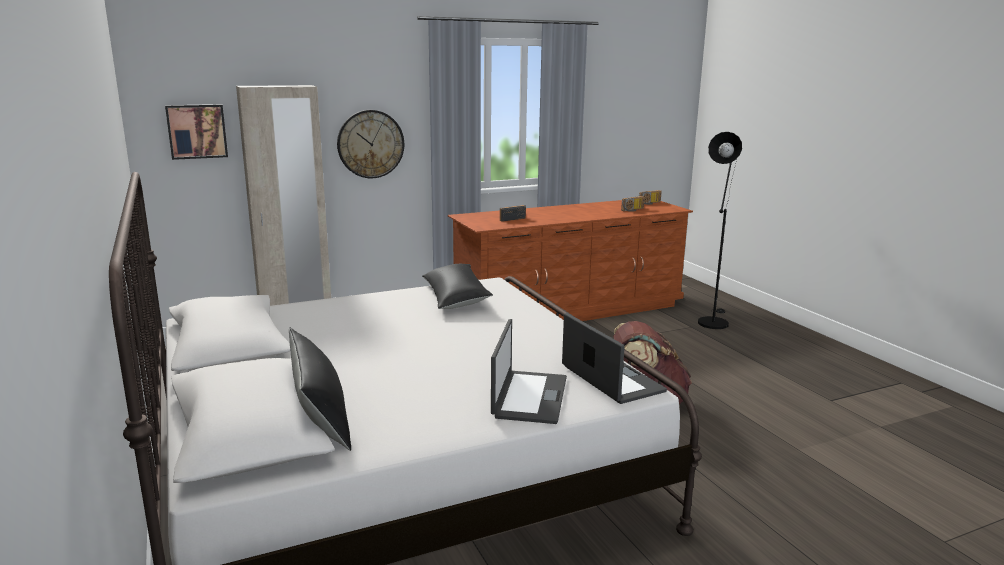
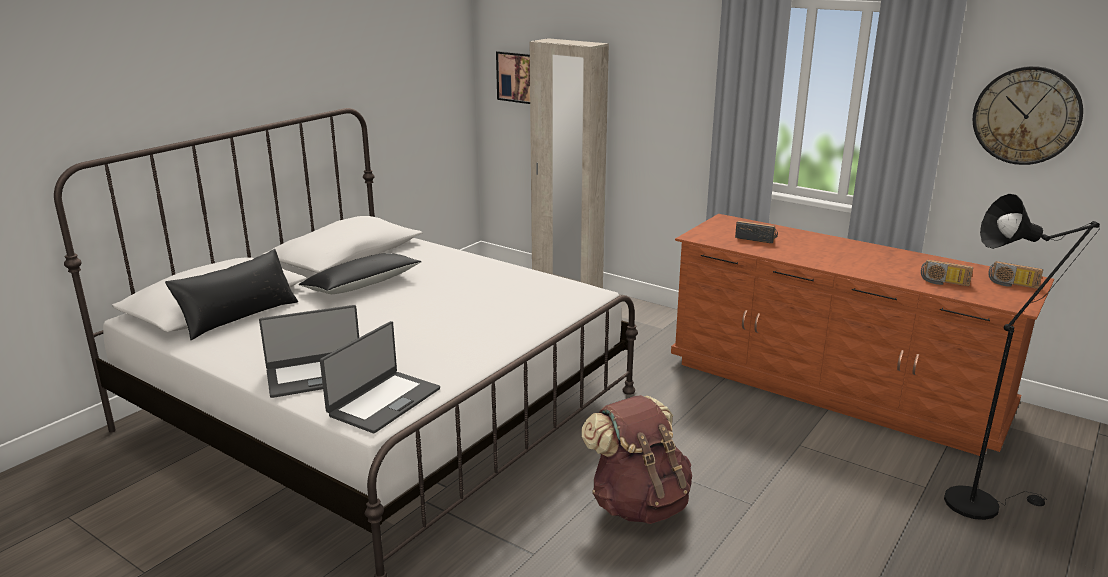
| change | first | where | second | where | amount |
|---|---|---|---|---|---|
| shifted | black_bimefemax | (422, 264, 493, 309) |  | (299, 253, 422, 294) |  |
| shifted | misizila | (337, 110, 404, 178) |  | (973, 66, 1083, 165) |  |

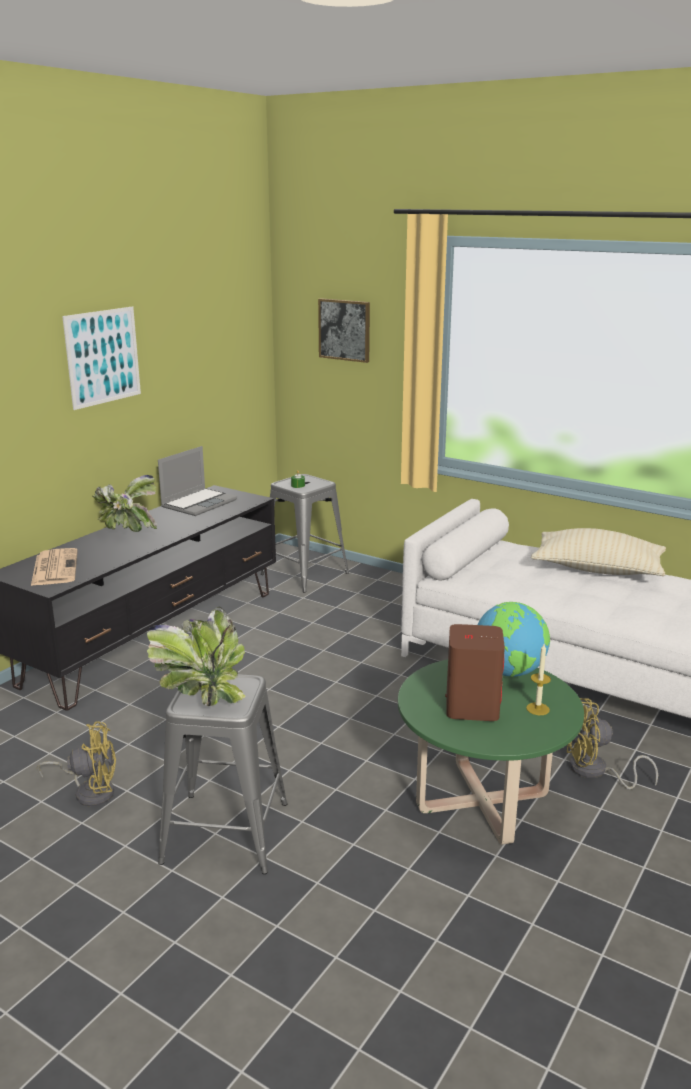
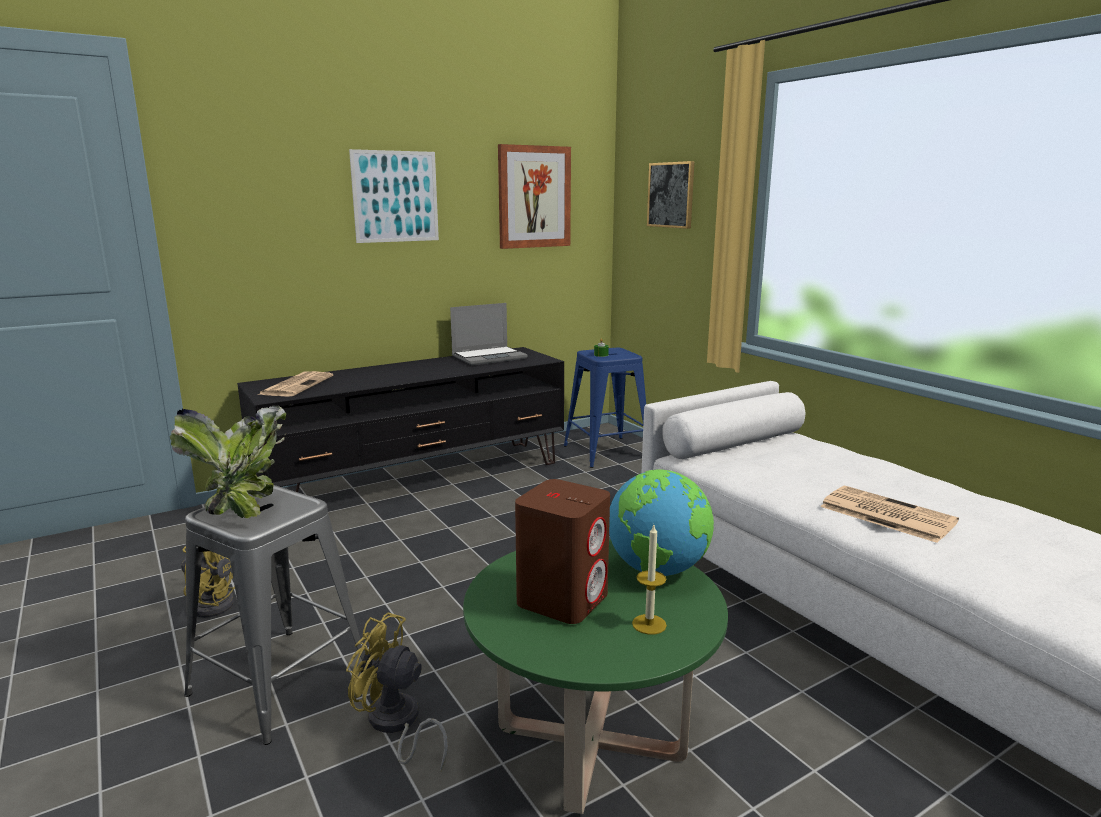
| change | first | where | second | where | amount |
|---|---|---|---|---|---|
| shifted | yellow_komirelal | (567, 698, 658, 789) |  | (346, 612, 448, 771) |  |
| new |  |  | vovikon | (498, 144, 571, 249) |  |
| repainted | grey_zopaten | (261, 474, 349, 593) | blue_zopaten | (564, 348, 646, 468) |  |
| new |  |  | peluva | (820, 486, 959, 543) |  |
| gone | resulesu | (93, 475, 157, 532) |  |  |  |
| gone | beige_bimefemax | (531, 528, 666, 576) |  |  |  |

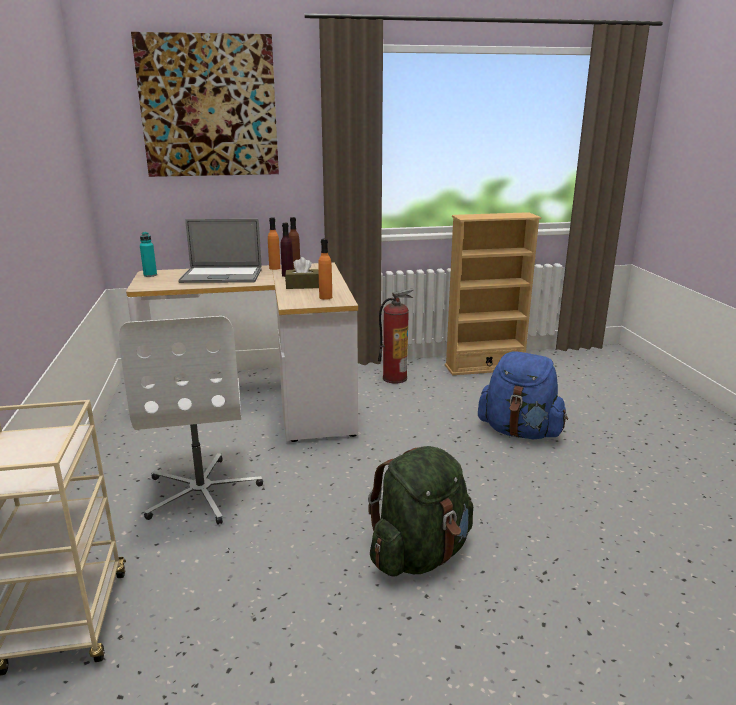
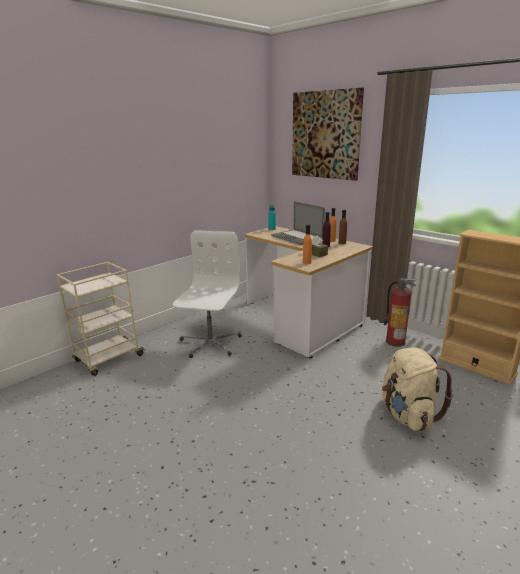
| change | first | where | second | where | amount |
|---|---|---|---|---|---|
| rotated | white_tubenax | (119, 316, 263, 525) |  | (173, 230, 242, 358) | 150 degrees clockwise |
| repainted | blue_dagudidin | (478, 351, 568, 439) | beige_dagudidin | (382, 347, 453, 431) |  |
| gone | green_dagudidin | (368, 446, 473, 577) |  |  |  |

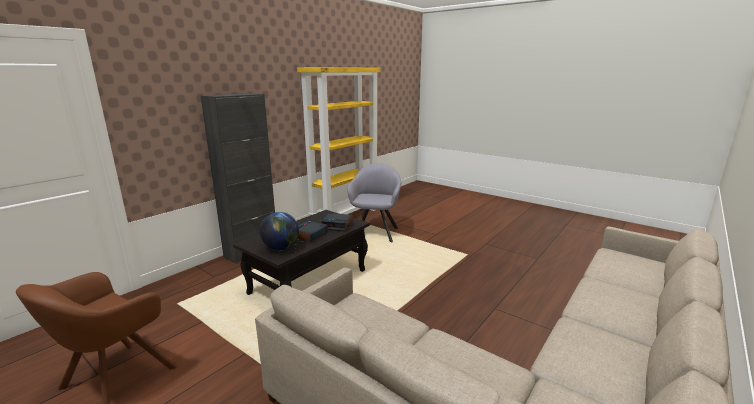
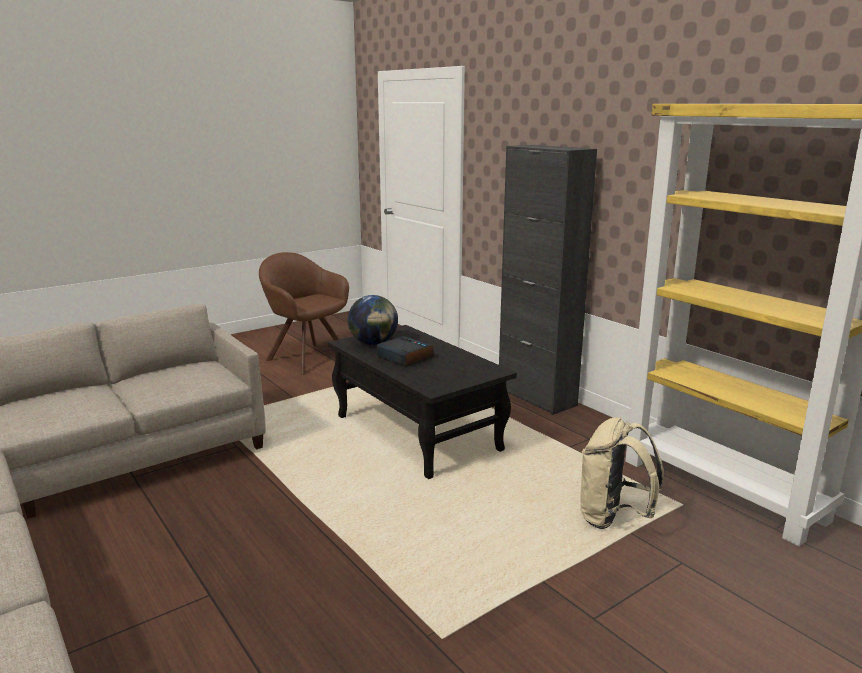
| change | first | where | second | where | amount |
|---|---|---|---|---|---|
| swapped | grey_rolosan | (347, 163, 401, 242) | beige_dagudidin | (580, 417, 664, 529) |  |
| gone | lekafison | (321, 213, 353, 231) |  |  |  |

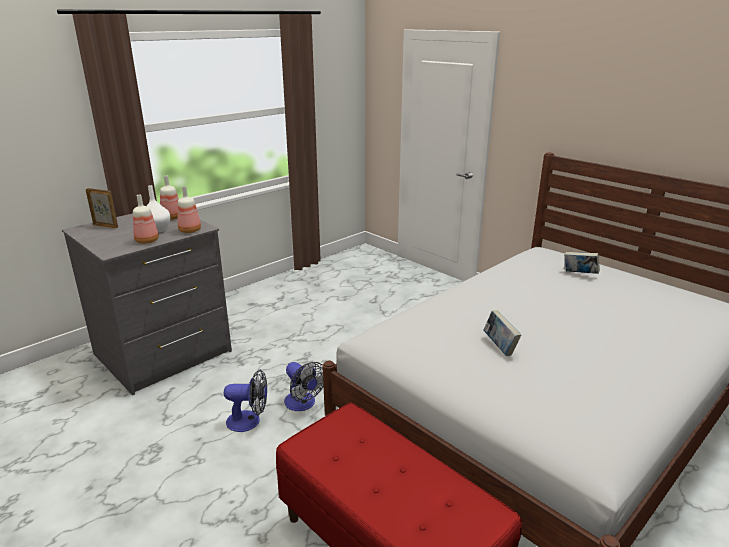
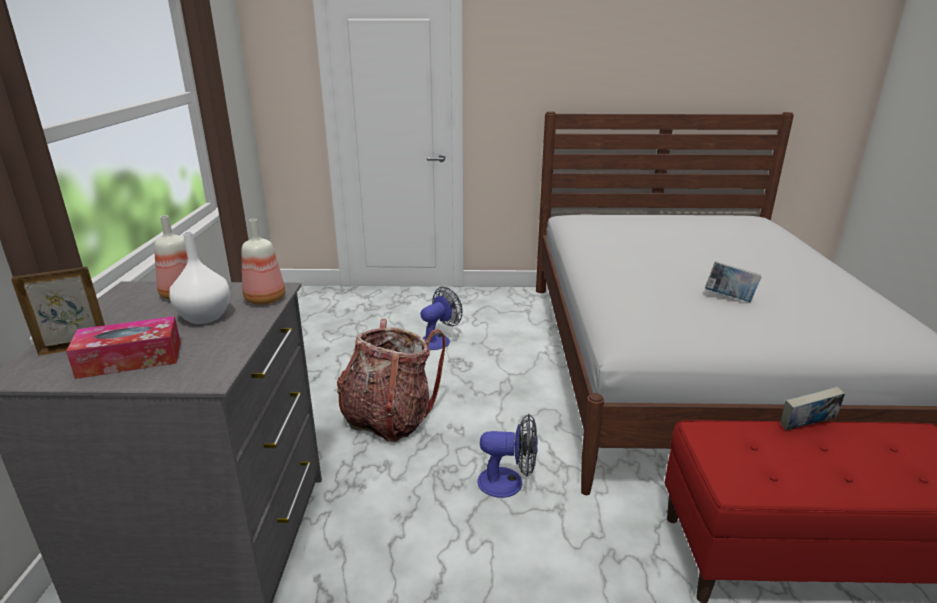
| change | first | where | second | where | amount |
|---|---|---|---|---|---|
| new |  |  | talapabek | (66, 316, 181, 379) |  |
| new |  |  | dagudidin | (337, 319, 446, 442) |  |
| shifted | komirelal | (224, 370, 267, 432) |  | (420, 287, 463, 350) |  |
| shifted | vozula | (564, 252, 600, 274) |  | (781, 386, 845, 431) |  |
| gone | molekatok | (133, 195, 159, 244) |  |  |  |

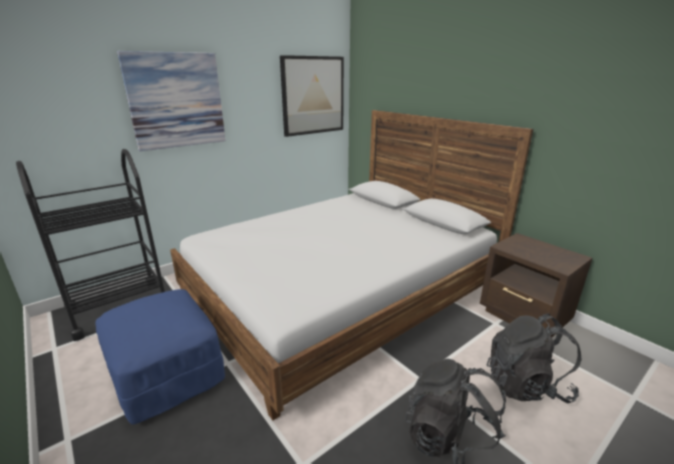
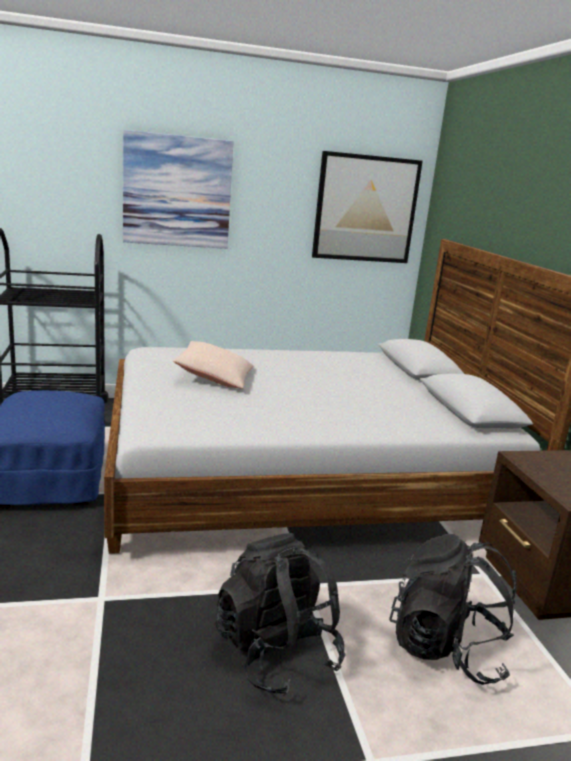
| change | first | where | second | where | amount |
|---|---|---|---|---|---|
| new |  |  | beige_bimefemax | (173, 341, 253, 389) |  |

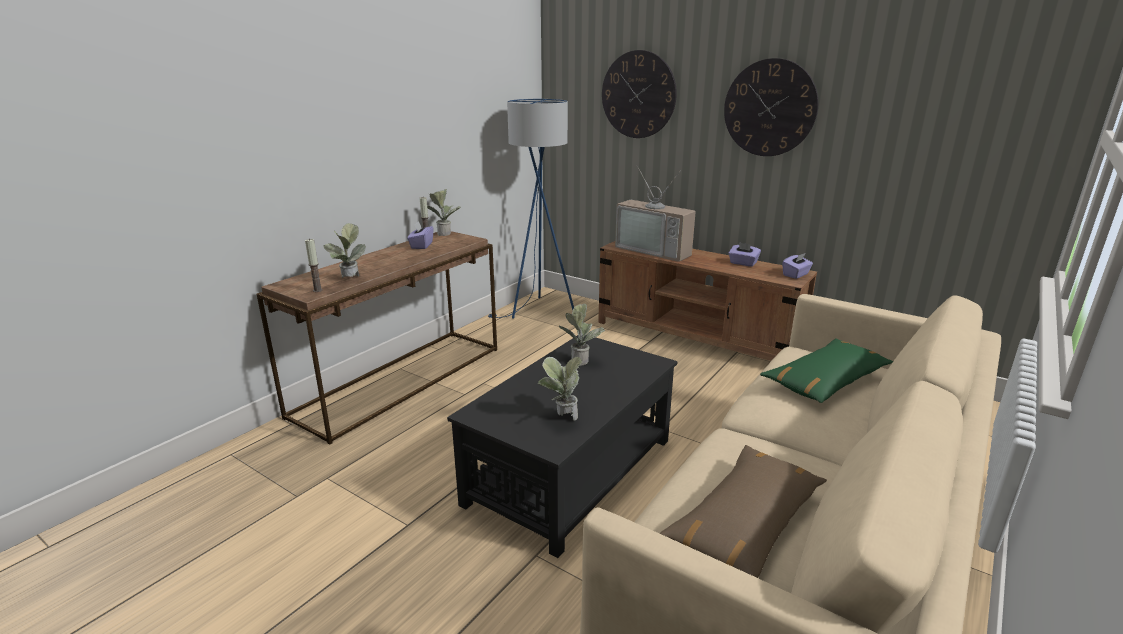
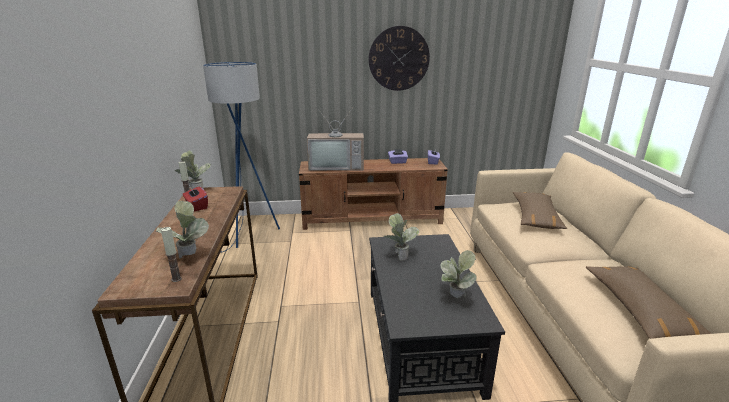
| change | first | where | second | where | amount |
|---|---|---|---|---|---|
| repainted | purple_talapabek | (407, 221, 433, 249) | red_talapabek | (183, 185, 208, 211) |  |
| repainted | green_bimefemax | (760, 339, 893, 403) | brown_bimefemax | (513, 192, 567, 229) |  |
| gone | misizila | (602, 50, 677, 138) |  |  |  |

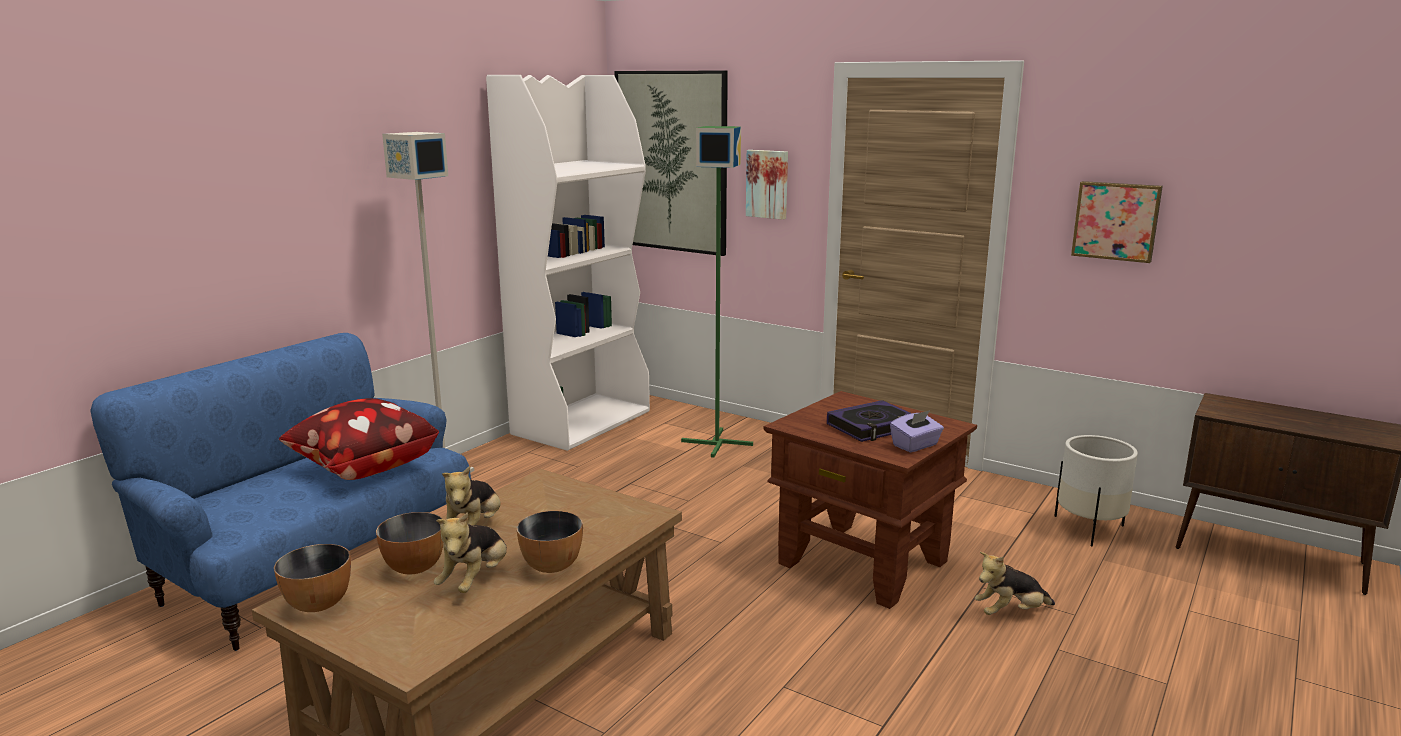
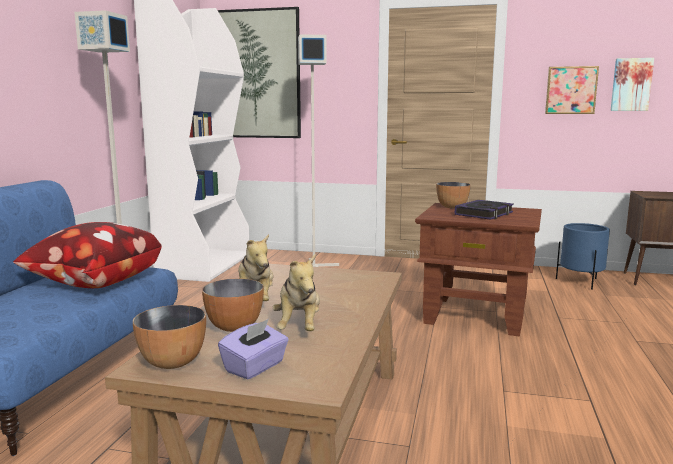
| change | first | where | second | where | amount |
|---|---|---|---|---|---|
| shifted | purple_talapabek | (890, 410, 944, 453) |  | (218, 319, 289, 379) |  |
| repainted | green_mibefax | (681, 126, 753, 458) | grey_mibefax | (298, 34, 339, 267) |  |
| shifted | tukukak | (517, 511, 583, 573) |  | (436, 182, 471, 208) |  |
| repainted | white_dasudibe | (1054, 435, 1138, 546) | blue_dasudibe | (556, 223, 610, 290) |  |
| shifted | vovikon | (746, 150, 788, 220) |  | (610, 58, 654, 111) |  |
| gone | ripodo | (975, 552, 1055, 615) |  |  |  |

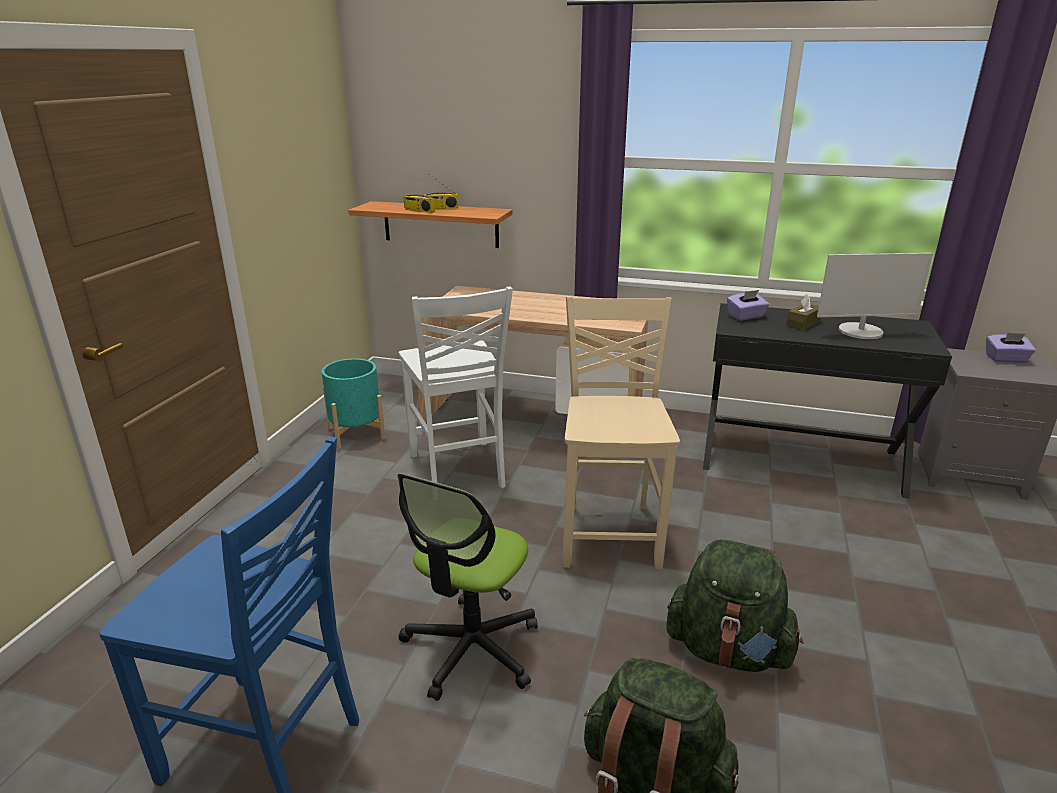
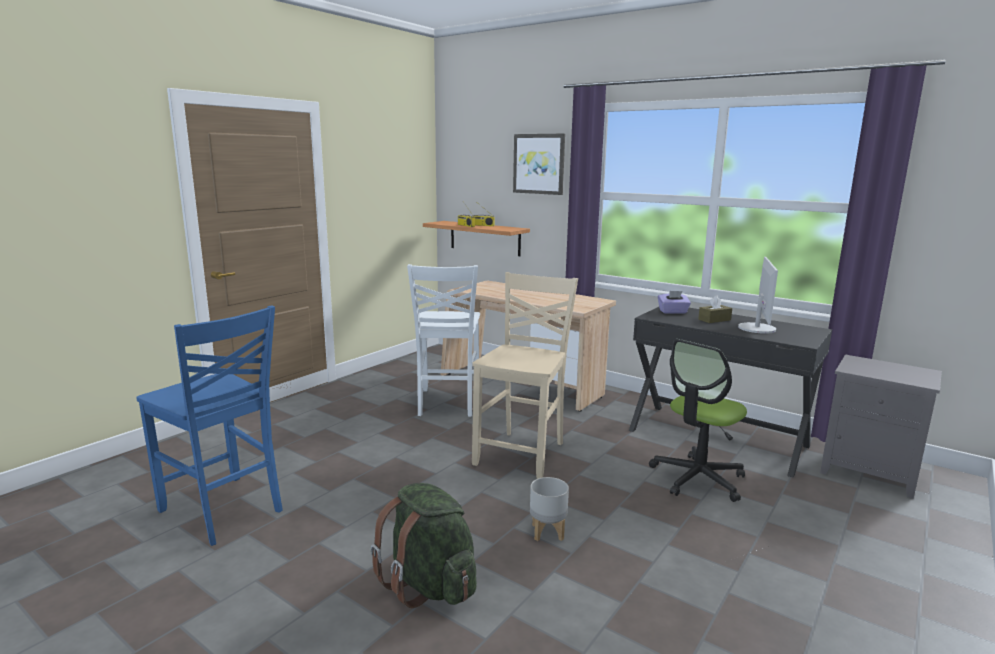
| change | first | where | second | where | amount |
|---|---|---|---|---|---|
| new |  |  | vovikon | (513, 134, 565, 195) |  |
| swapped | green_dagudidin | (667, 539, 803, 672) | grey_dasudibe | (530, 477, 569, 541) |  |
| shifted | tubenax | (398, 473, 538, 701) |  | (649, 339, 747, 502) |  |
| rotated | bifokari | (817, 253, 933, 339) |  | (738, 257, 778, 334) | 90 degrees counterclockwise |
| gone | turquoise_dasudibe | (322, 358, 385, 449) |  |  |  |
| gone | purple_talapabek | (986, 333, 1036, 363) |  |  |  |

